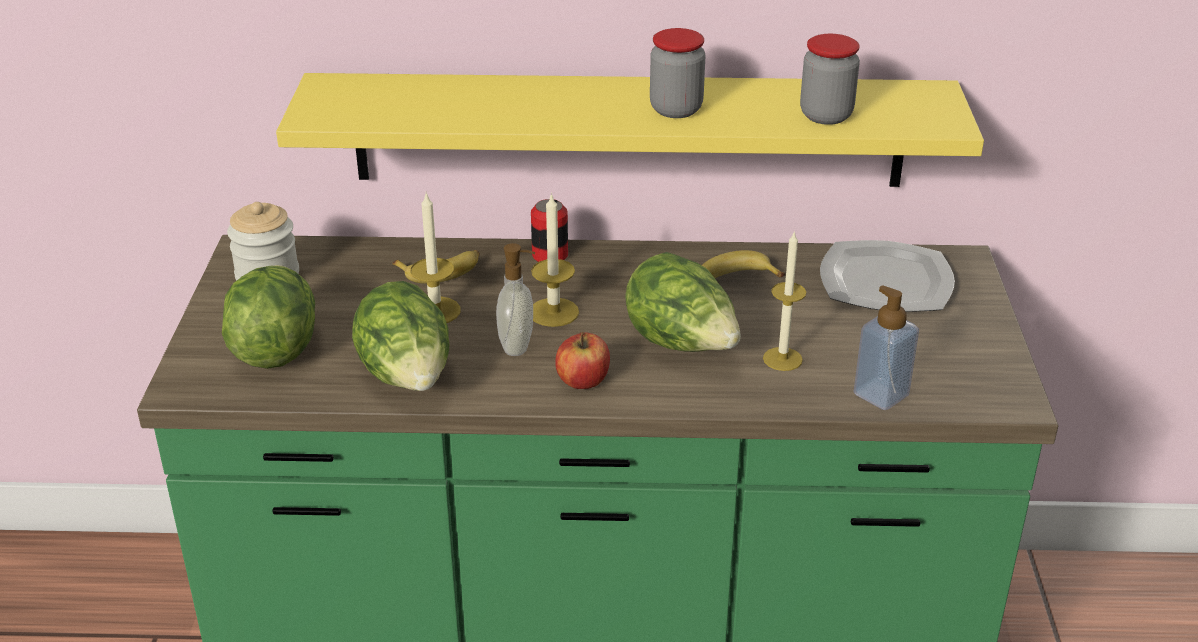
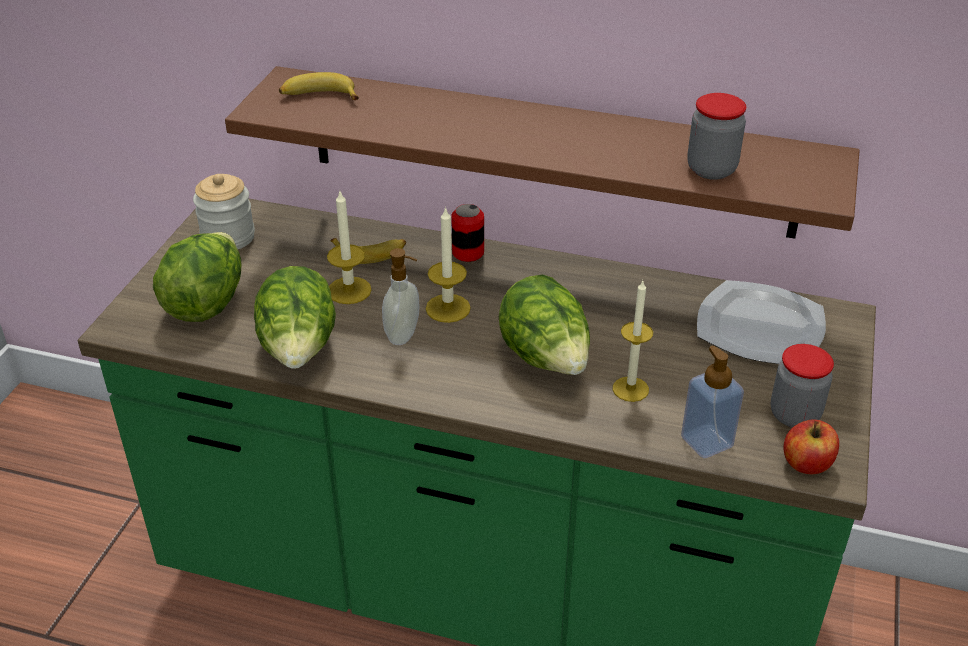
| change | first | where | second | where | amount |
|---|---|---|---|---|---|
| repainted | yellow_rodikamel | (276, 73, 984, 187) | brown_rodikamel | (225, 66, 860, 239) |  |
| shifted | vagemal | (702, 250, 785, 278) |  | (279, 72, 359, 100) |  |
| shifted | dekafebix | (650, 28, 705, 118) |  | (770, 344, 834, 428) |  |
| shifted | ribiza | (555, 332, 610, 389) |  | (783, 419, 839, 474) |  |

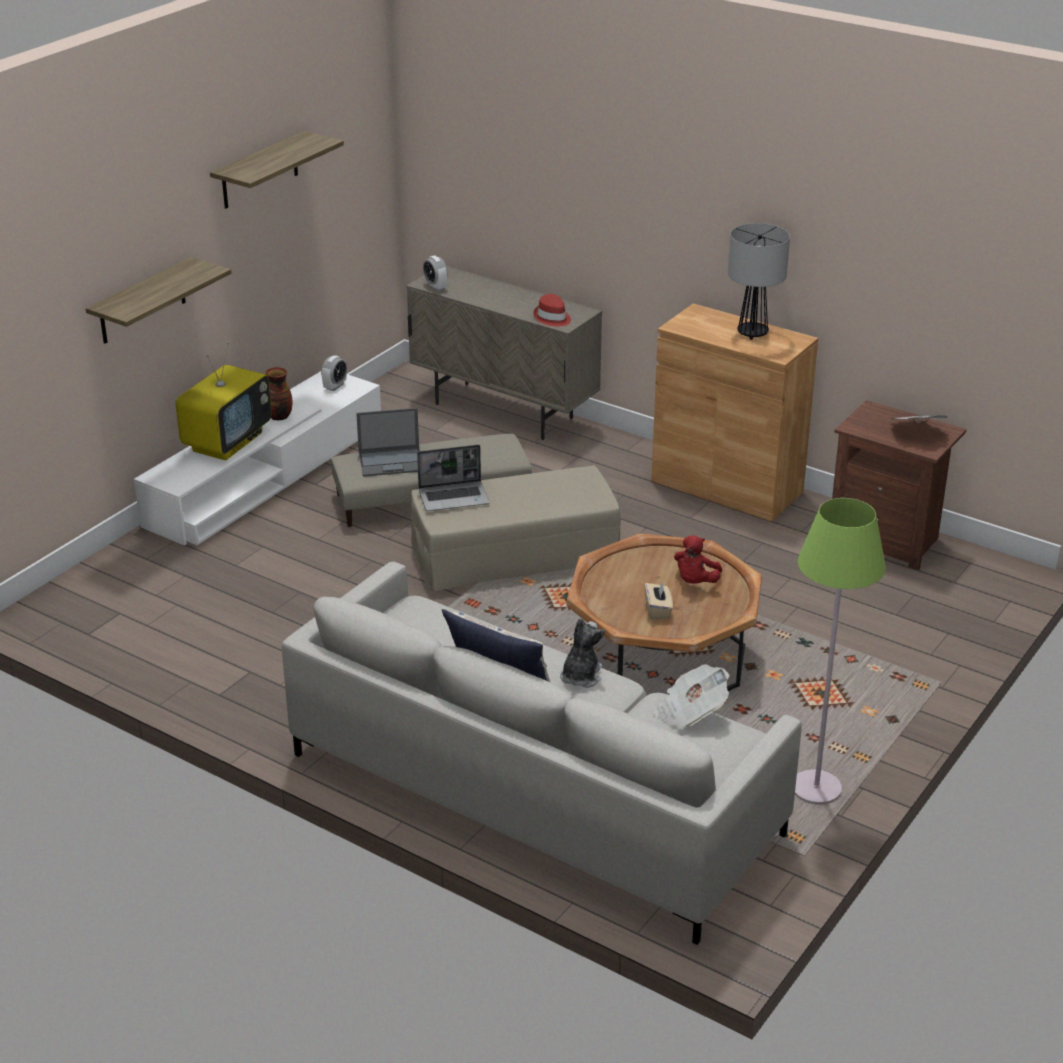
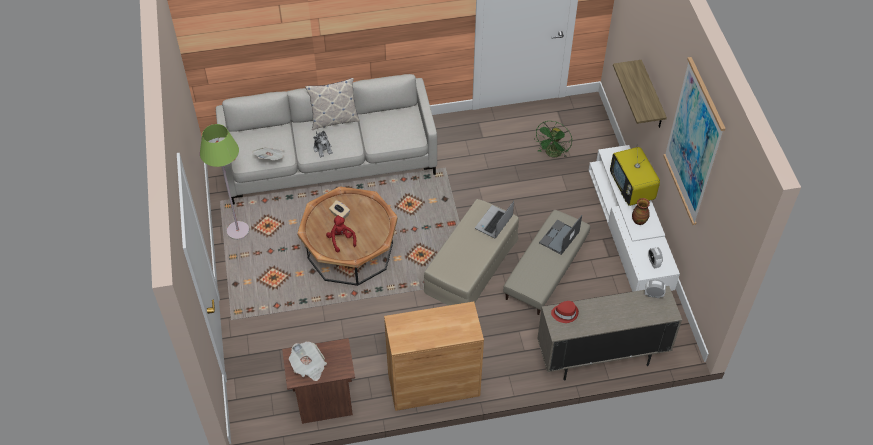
| change | first | where | second | where | amount |
|---|---|---|---|---|---|
| new |  |  | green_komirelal | (534, 121, 572, 158) |  |
| swapped | rodikamel | (210, 131, 344, 209) | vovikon | (663, 57, 726, 225) |  |
| gone | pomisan | (728, 223, 790, 340) |  |  |  |

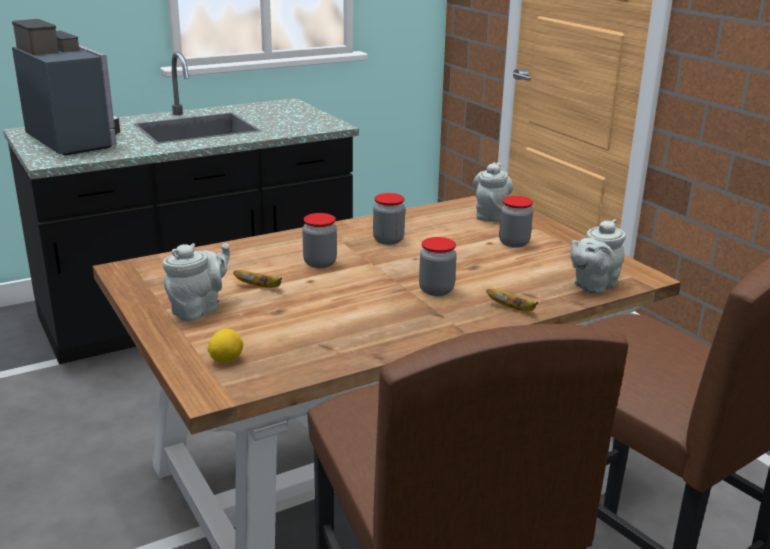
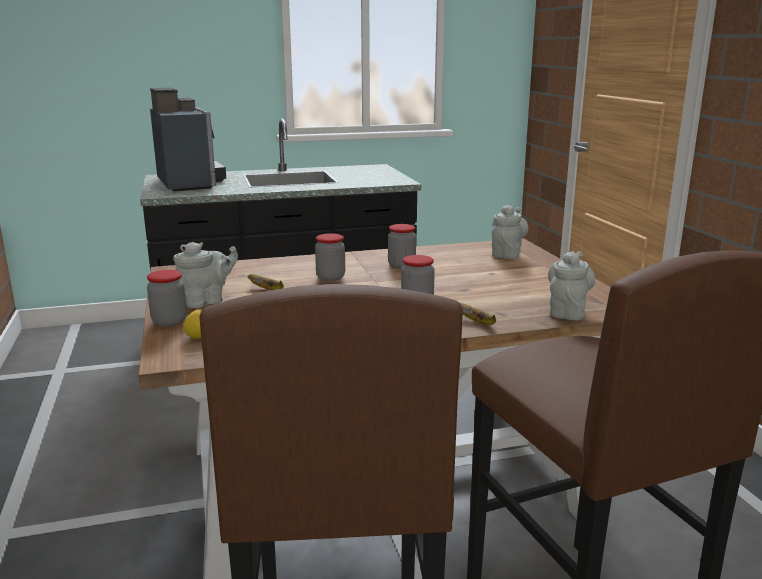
| change | first | where | second | where | amount |
|---|---|---|---|---|---|
| shifted | dekafebix | (499, 196, 533, 248) |  | (147, 270, 187, 327) |  |
| rotated | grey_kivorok | (570, 219, 626, 294) |  | (548, 251, 595, 320) | 135 degrees clockwise |

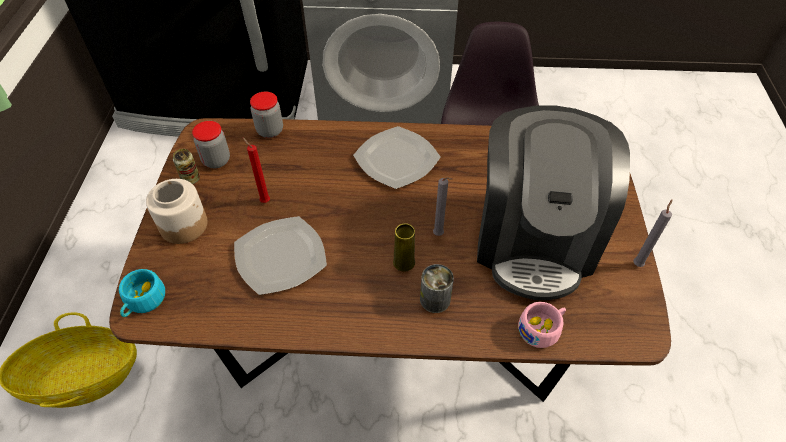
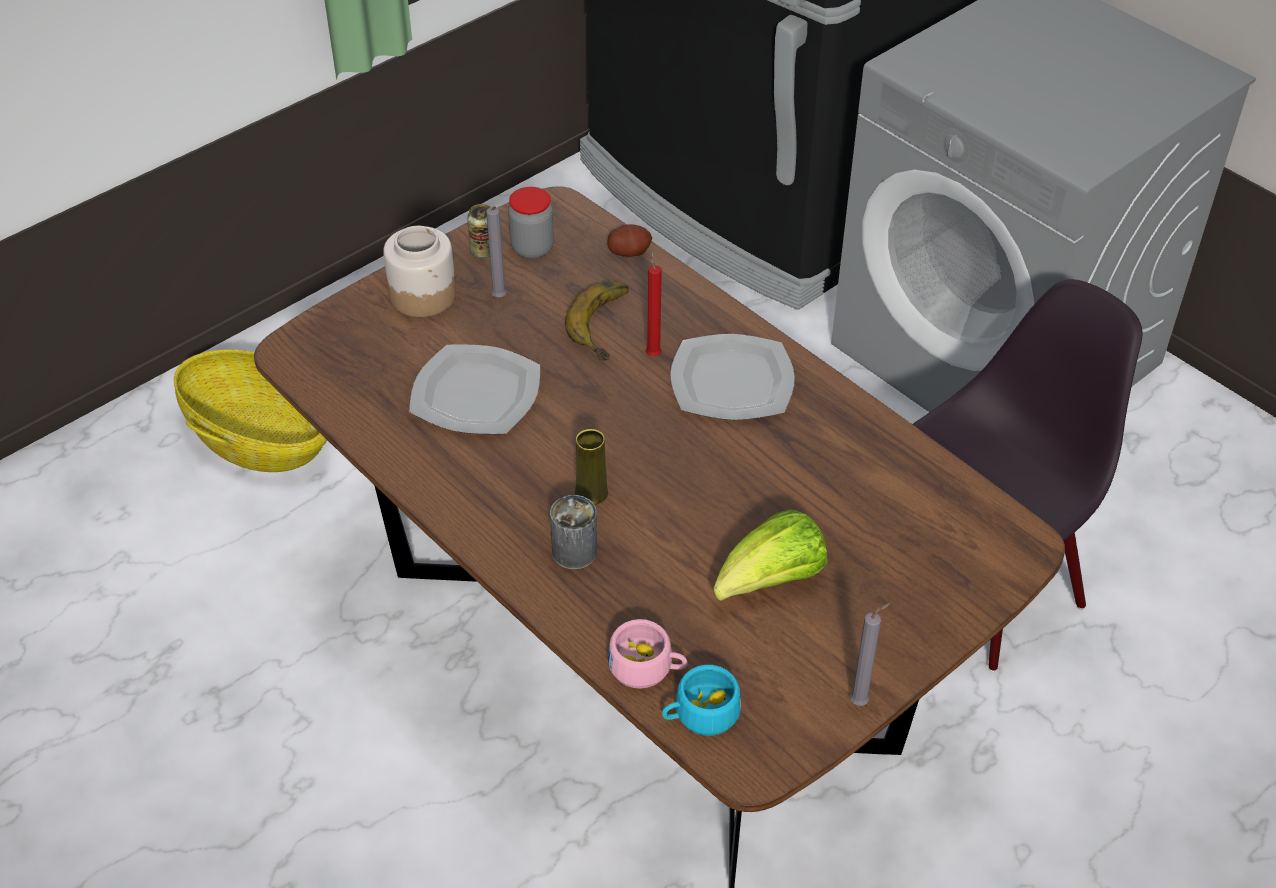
| change | first | where | second | where | amount |
|---|---|---|---|---|---|
| shifted | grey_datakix | (433, 177, 453, 236) |  | (486, 207, 507, 297) |  |
| new |  |  | vagemal | (565, 281, 629, 360) |  |
| swapped | dekafebix | (250, 92, 283, 138) | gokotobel | (607, 224, 652, 257) |  |
| shifted | red_datakix | (242, 137, 270, 203) |  | (646, 250, 662, 356) |  |
| shifted | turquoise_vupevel | (119, 269, 165, 317) |  | (662, 665, 741, 736) |  |
| swapped | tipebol | (477, 105, 630, 300) | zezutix | (713, 510, 828, 601) |  |

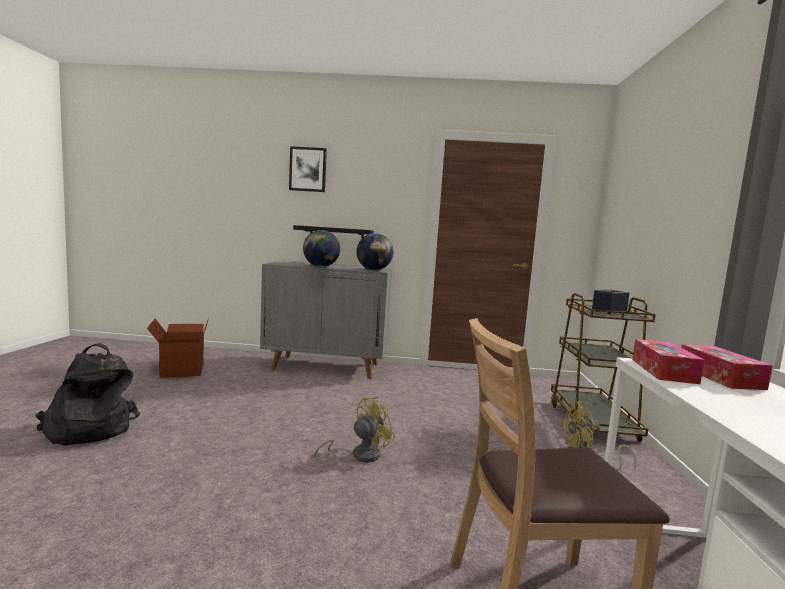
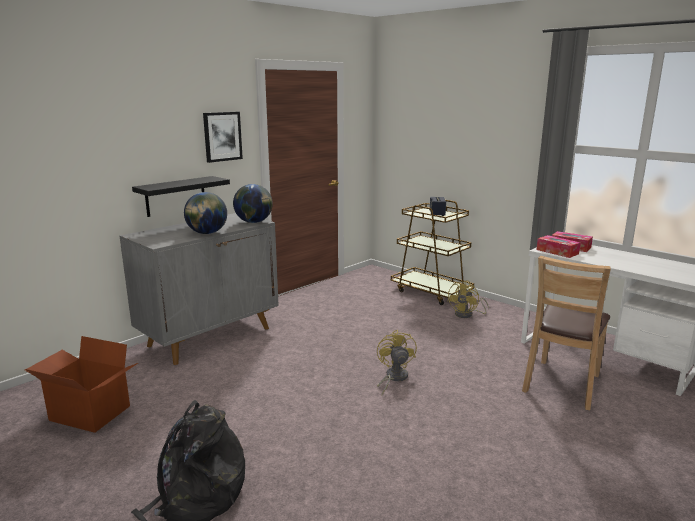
| change | first | where | second | where | amount |
|---|---|---|---|---|---|
| shifted | vovikon | (289, 146, 327, 192) |  | (203, 112, 243, 163) |  |

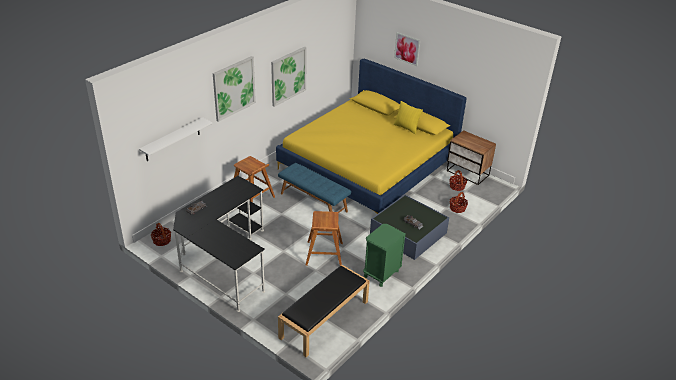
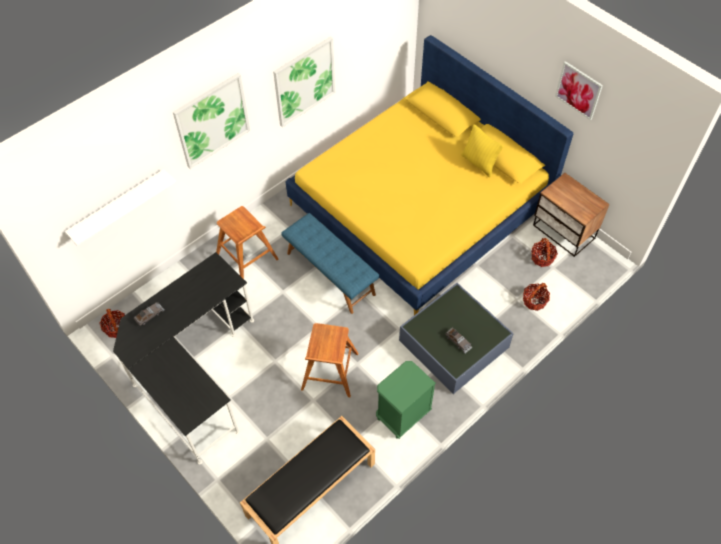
| change | first | where | second | where | amount |
|---|---|---|---|---|---|
| shifted | vovikon | (394, 32, 420, 66) |  | (555, 61, 603, 120) |  |

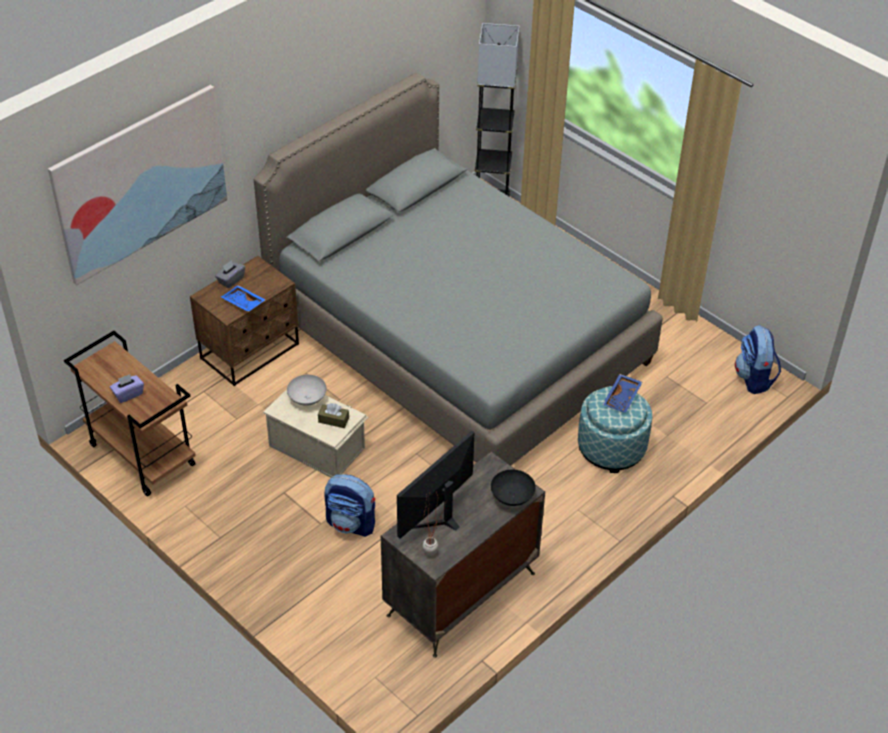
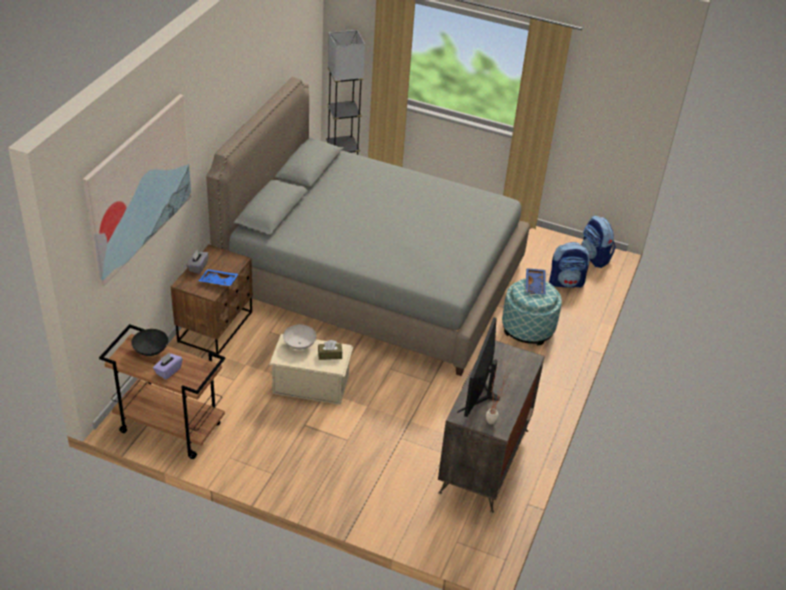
| change | first | where | second | where | amount |
|---|---|---|---|---|---|
| shifted | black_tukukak | (491, 469, 536, 506) |  | (131, 329, 168, 356) |  |
| shifted | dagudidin | (324, 474, 375, 537) |  | (549, 242, 590, 288) |  |

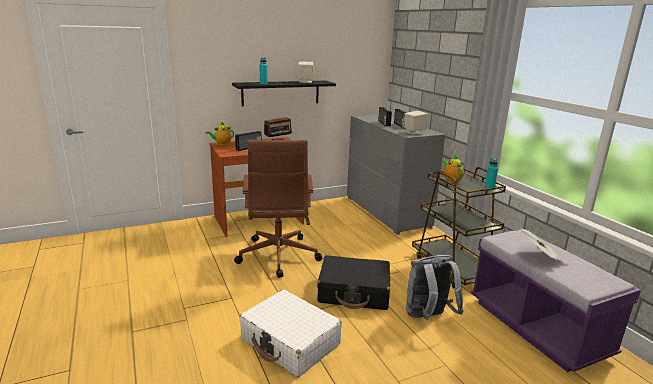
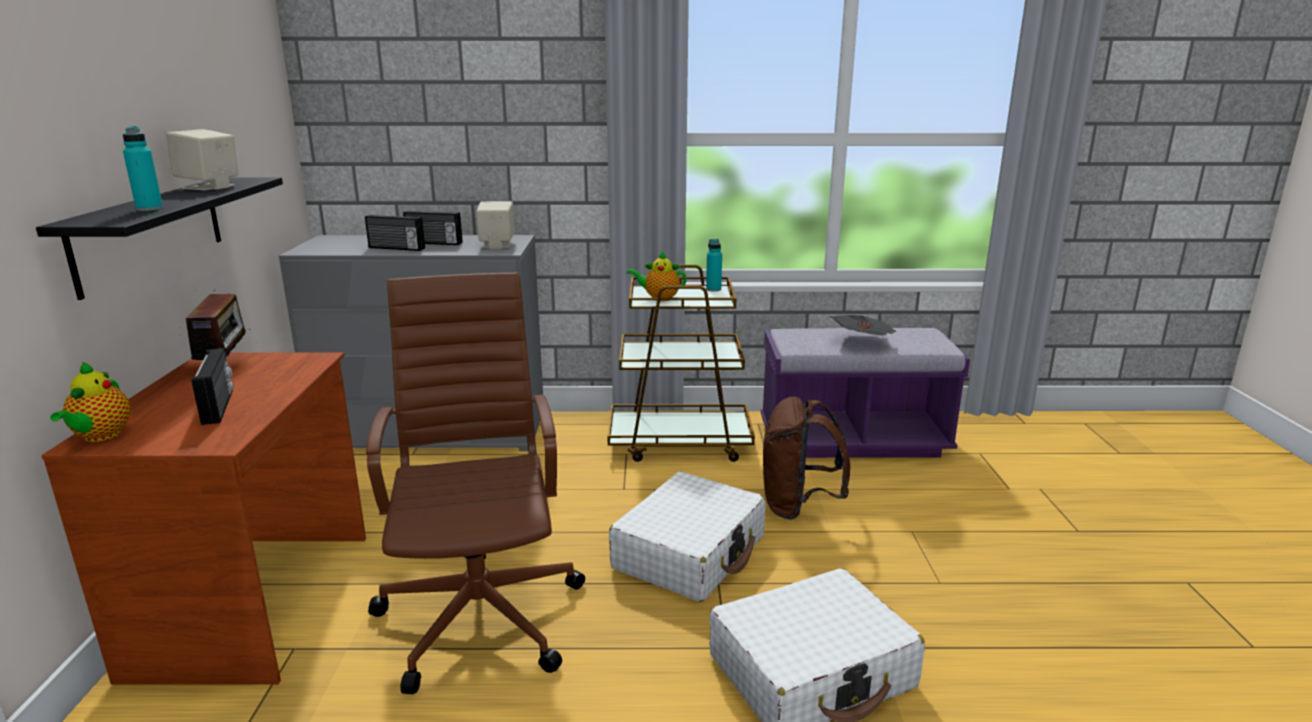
| change | first | where | second | where | amount |
|---|---|---|---|---|---|
| rotated | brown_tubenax | (234, 140, 322, 278) |  | (366, 272, 585, 694) | 120 degrees counterclockwise |
| repainted | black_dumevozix | (317, 255, 390, 310) | white_dumevozix | (609, 472, 766, 602) |  |
| repainted | grey_dagudidin | (406, 255, 463, 320) | brown_dagudidin | (763, 396, 850, 520) |  |

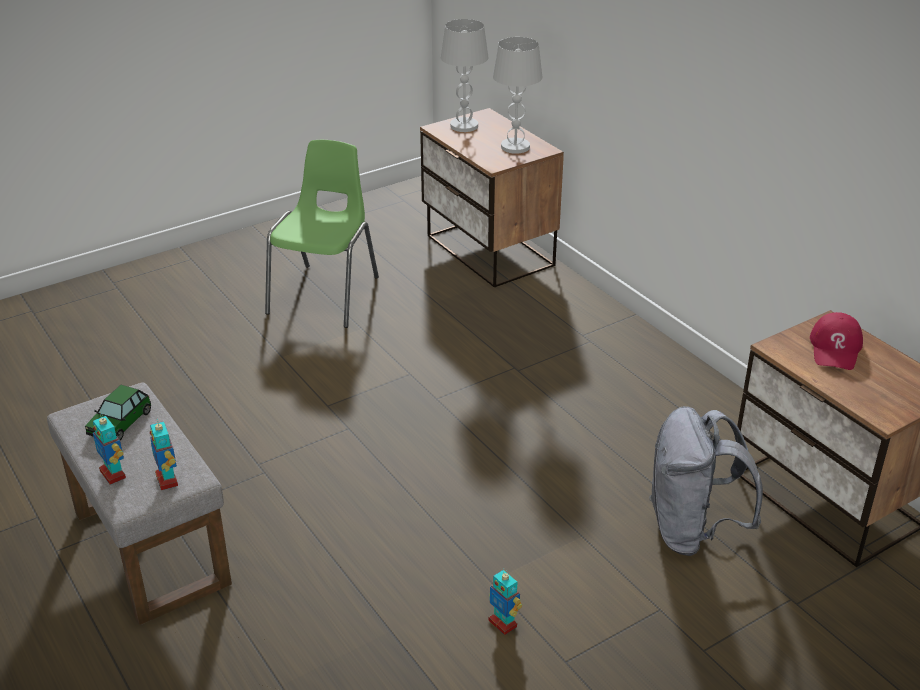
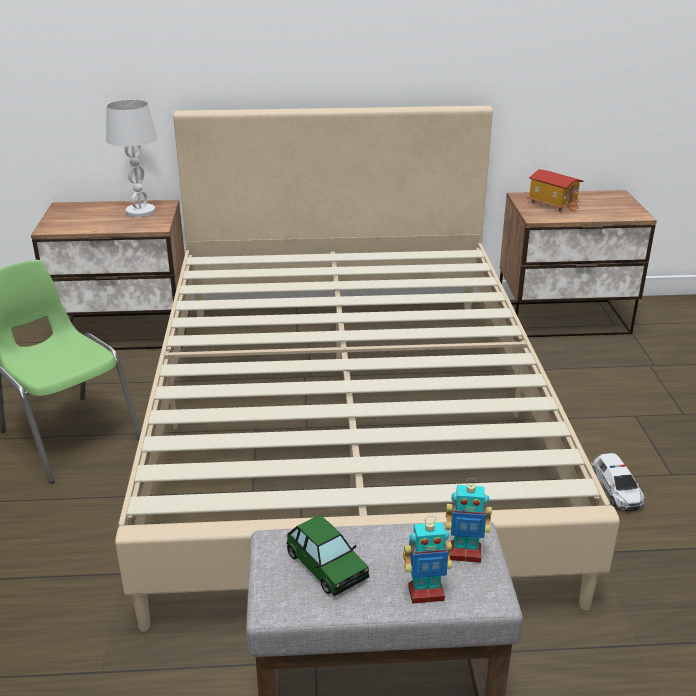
| change | first | where | second | where | amount |
|---|---|---|---|---|---|
| new |  |  | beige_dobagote | (115, 106, 620, 632) |  |
| swapped | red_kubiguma | (810, 312, 863, 370) | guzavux | (527, 169, 583, 212) |  |
| swapped | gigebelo | (489, 569, 522, 635) | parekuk | (591, 453, 645, 511) |  |
| gone | white_pomisan | (441, 19, 488, 132) |  |  |  |
| gone | grey_dagudidin | (649, 406, 763, 556) |  |  |  |

